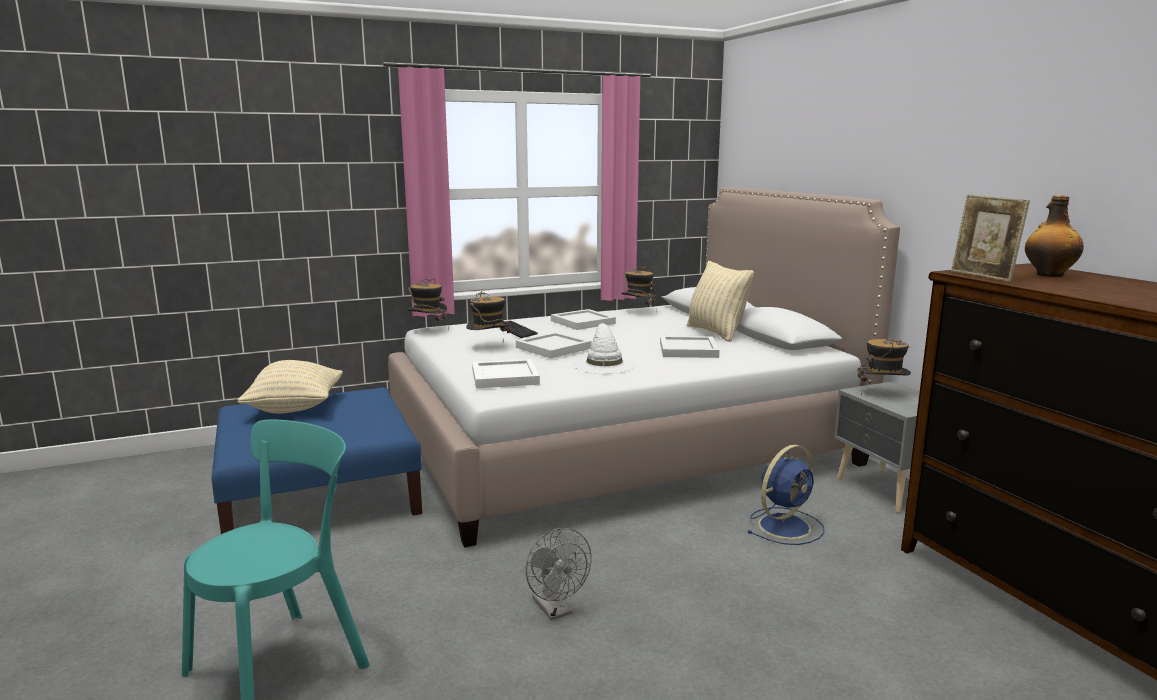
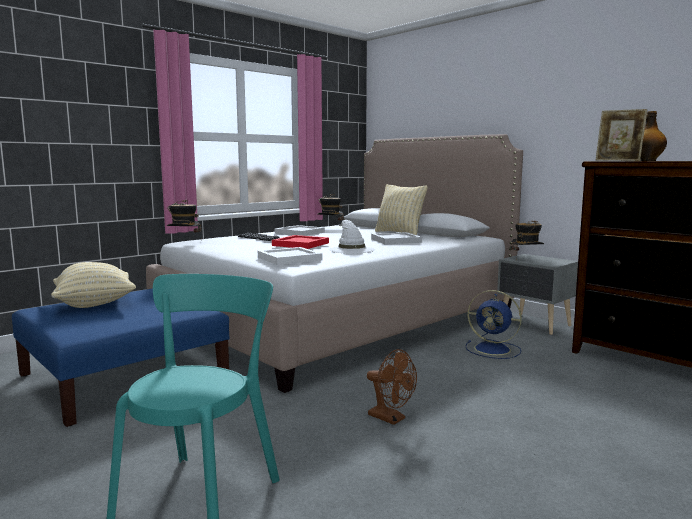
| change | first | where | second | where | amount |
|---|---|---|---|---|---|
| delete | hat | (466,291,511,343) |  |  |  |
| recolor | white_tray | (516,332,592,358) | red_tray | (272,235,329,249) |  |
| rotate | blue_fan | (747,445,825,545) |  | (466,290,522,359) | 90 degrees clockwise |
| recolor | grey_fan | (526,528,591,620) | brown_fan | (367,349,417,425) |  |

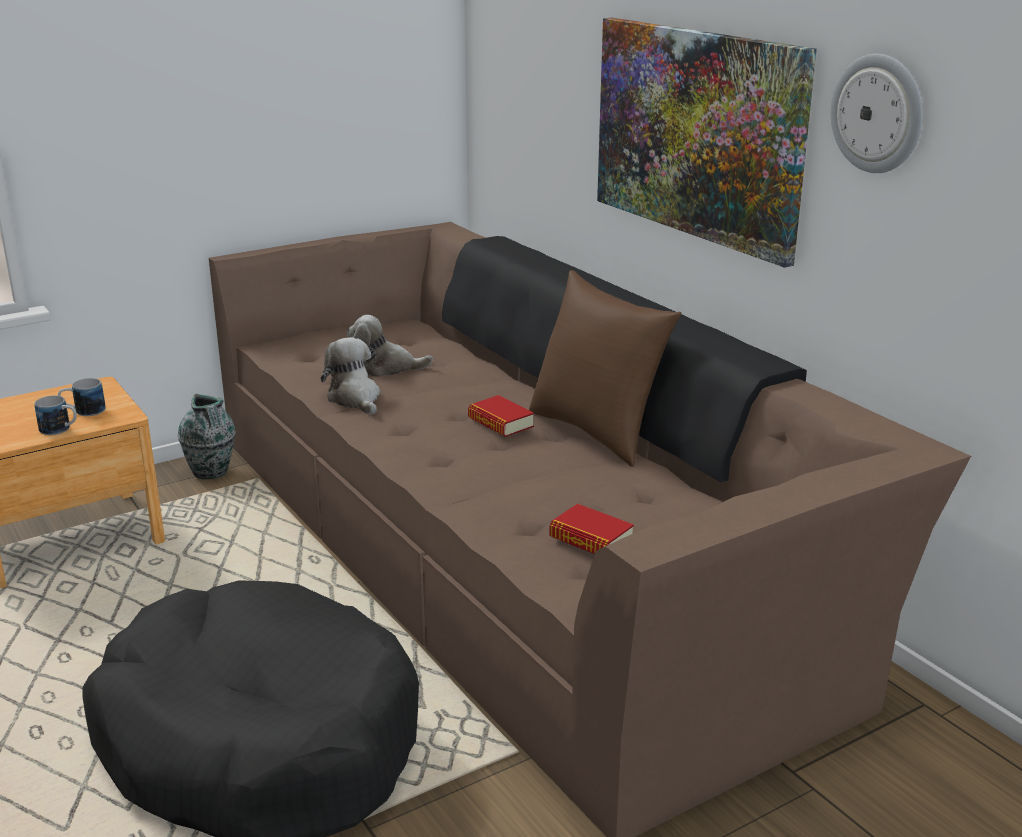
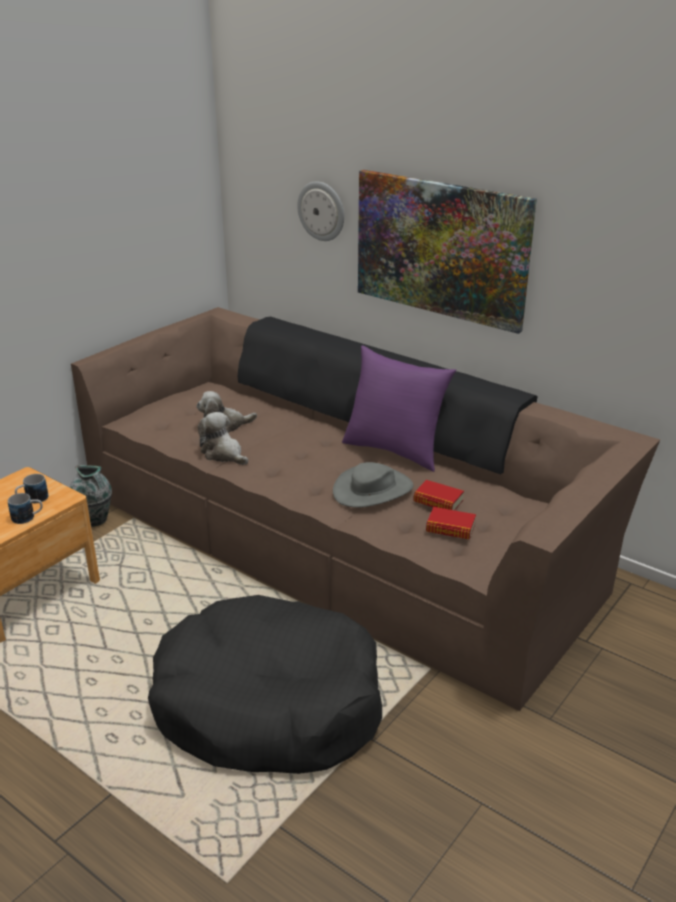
| change | first | where | second | where | amount |
|---|---|---|---|---|---|
| move | wall_clock | (831,54,923,173) |  | (297,181,344,241) |  |
| recolor | brown_pillow | (529,270,682,467) | purple_pillow | (342,345,456,472) |  |
| move | book | (468,395,534,437) |  | (413,480,464,510) |  |
| insert |  |  | grey_hat | (333,462,414,507) |  |

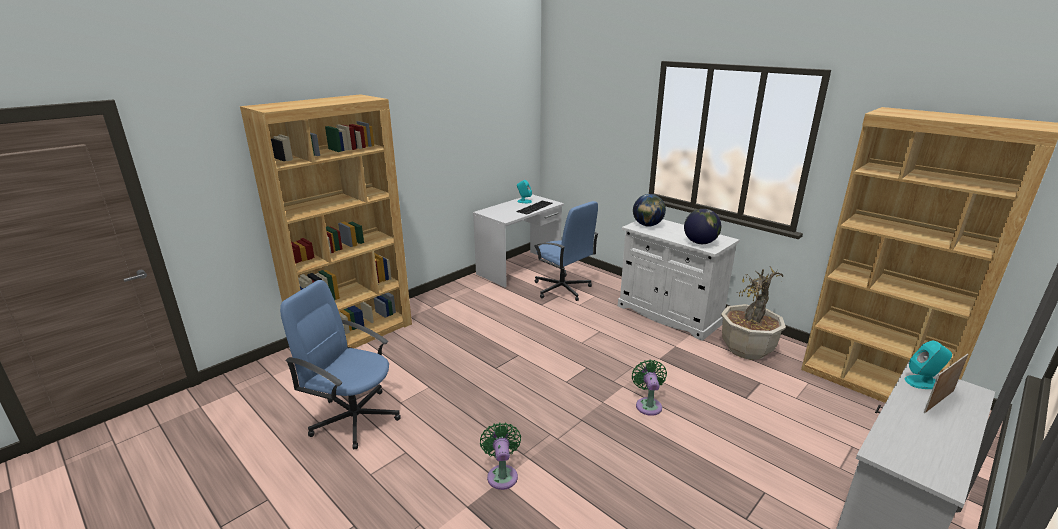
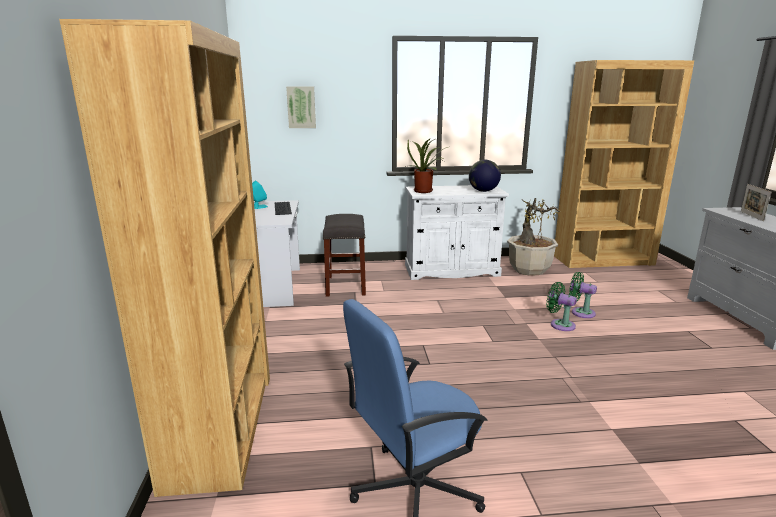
| change | first | where | second | where | amount |
|---|---|---|---|---|---|
| replace | globe | (633,194,666,227) | potted_plant | (405,138,448,193) |  |
| replace | blue_office_chair | (534,201,599,301) | grey_stool | (323,214,366,297) |  |
| delete | turquoise_speaker | (904,341,952,389) |  |  |  |
| move | green_fan | (480,422,521,490) |  | (569,272,597,318) |  |
| insert |  |  | picture | (286,86,316,128) |  |

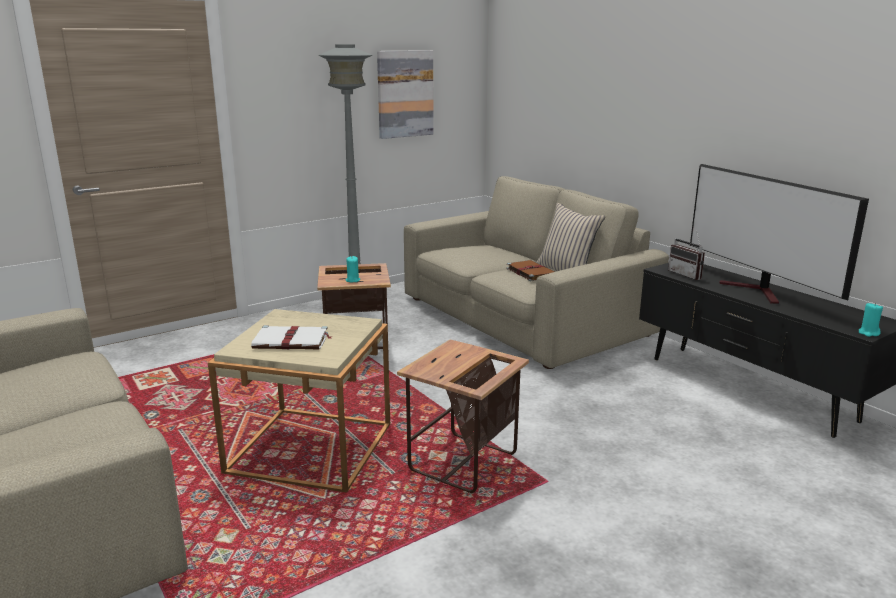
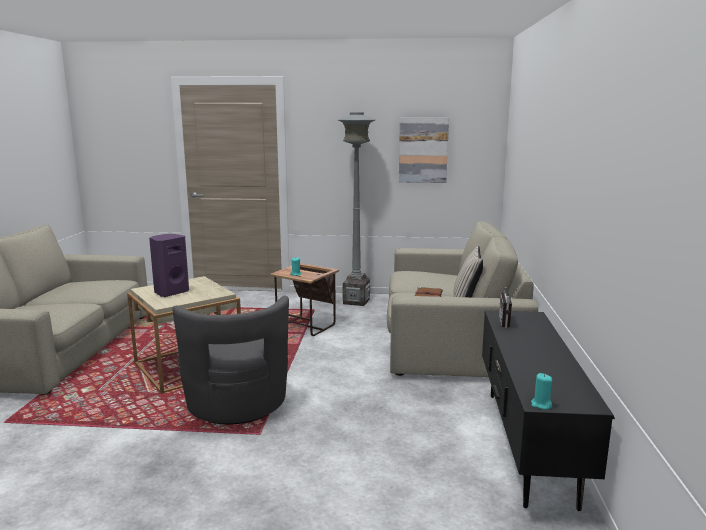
| change | first | where | second | where | amount |
|---|---|---|---|---|---|
| delete | television | (690,164,869,304) |  |  |  |
| replace | white_book | (251,325,331,350) | purple_speaker | (149,234,189,297) |  |
| replace | side_table | (397,339,529,493) | grey_armchair | (173,296,289,425) |  |

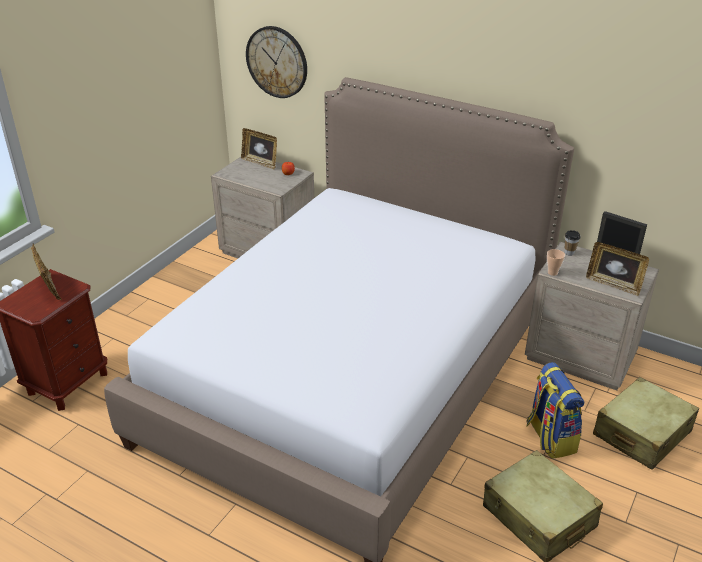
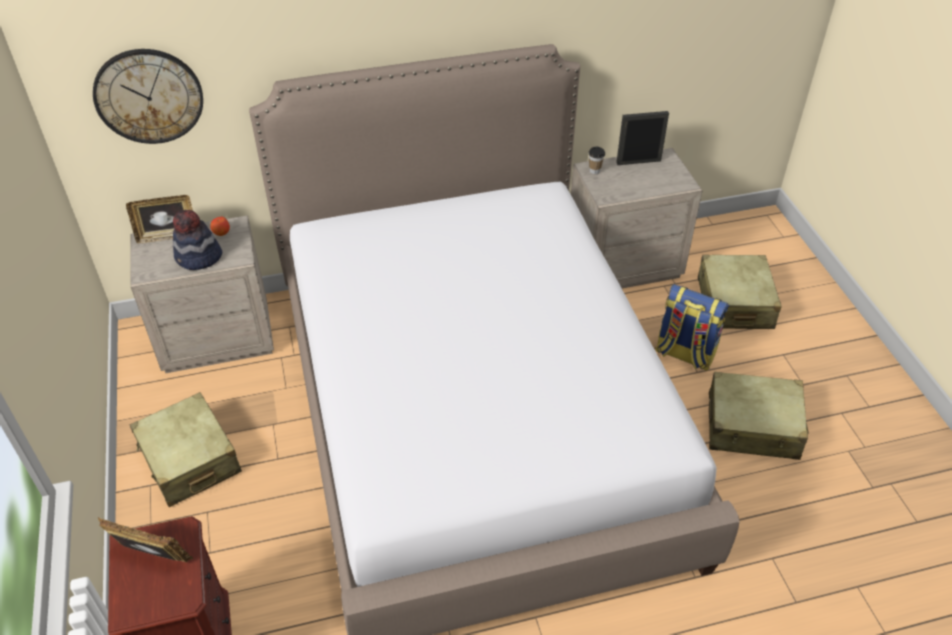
| change | first | where | second | where | amount |
|---|---|---|---|---|---|
| delete | picture_frame | (586,242,649,296) |  |  |  |
| delete | cup | (547,249,565,276) |  |  |  |
| insert |  |  | hat | (173,210,222,270) |  |
| insert |  |  | beige_suitcase | (130,392,242,507) |  |

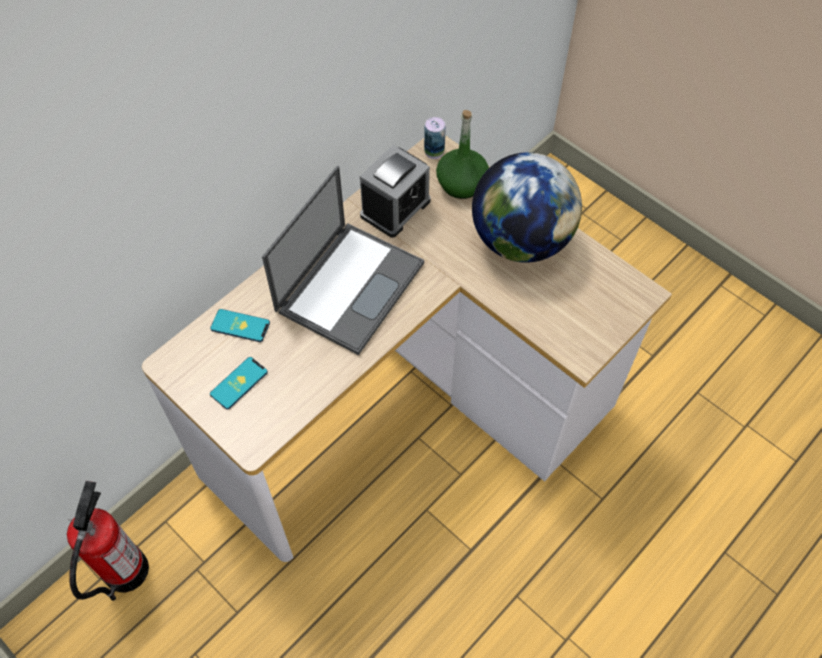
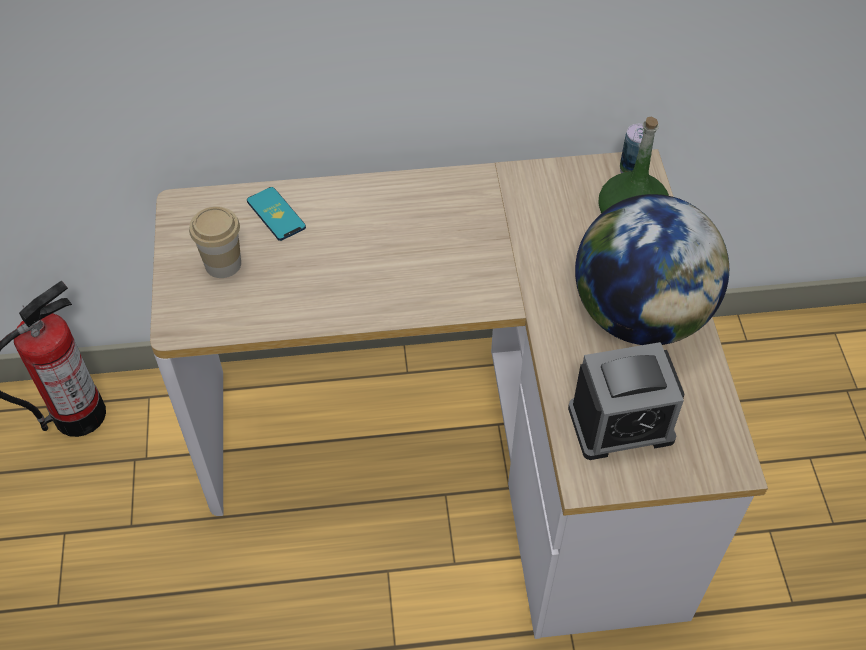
| change | first | where | second | where | amount |
|---|---|---|---|---|---|
| move | alarm_clock | (360,145,431,238) |  | (568,342,684,460) |  |
| delete | laptop | (262,166,424,355) |  |  |  |
| replace | phone | (210,357,268,409) | cup | (189,206,241,278) |  |

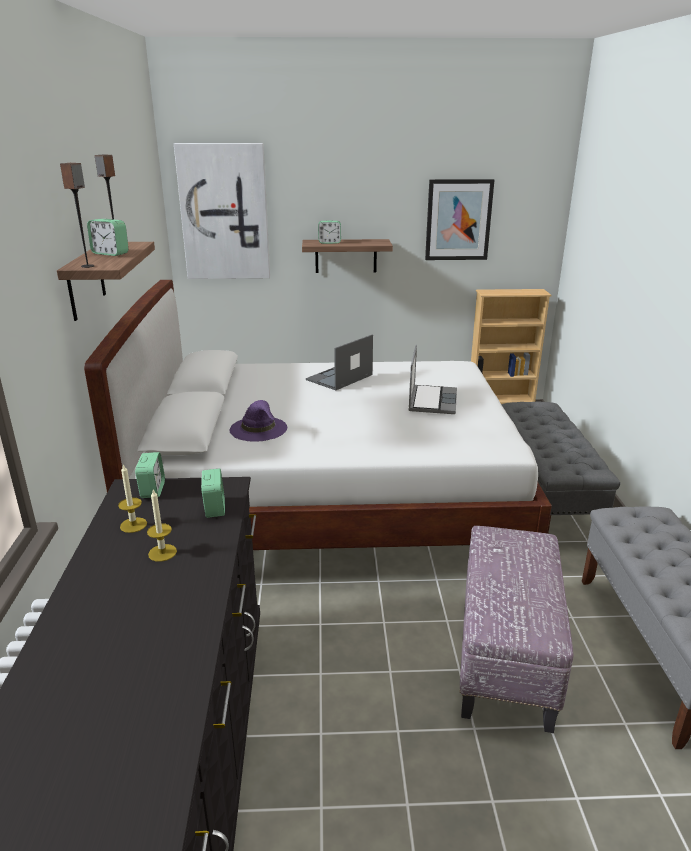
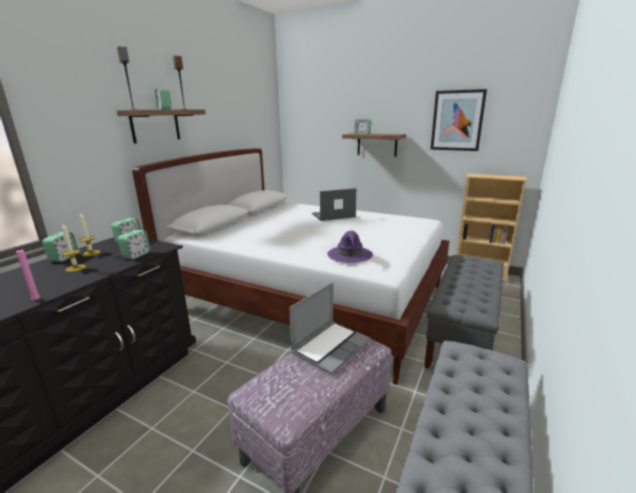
| change | first | where | second | where | amount |
|---|---|---|---|---|---|
| delete | picture | (174,143,270,279) |  |  |  |
| move | laptop | (409,344,457,414) |  | (289,282,371,375) |  |
| move | purple_hat | (229,400,287,442) |  | (327,231,373,263) |  |
| insert |  |  | alarm_clock | (42,232,78,262) |  |
| insert |  |  | pink_candle | (13,247,40,300) |  |

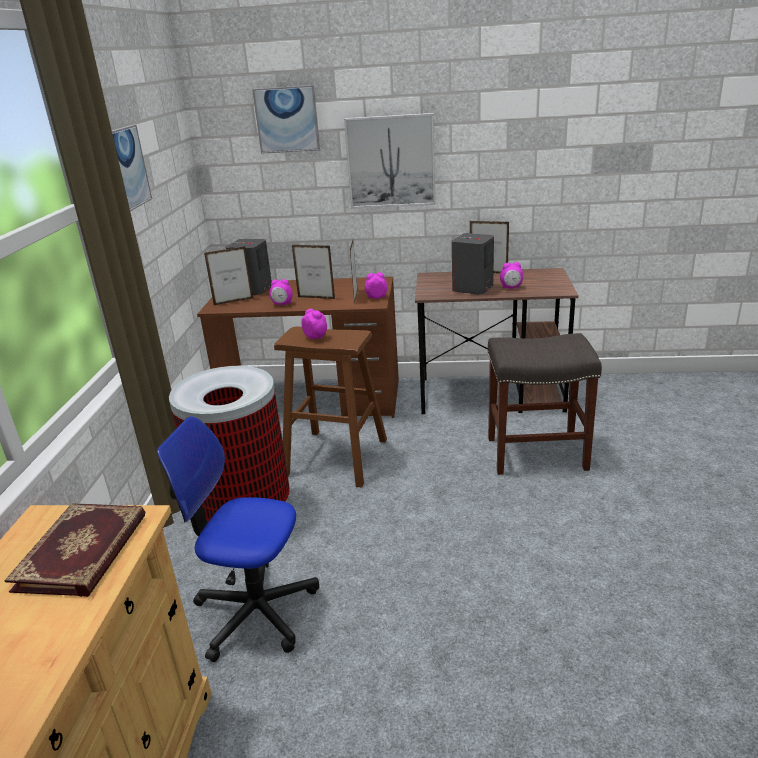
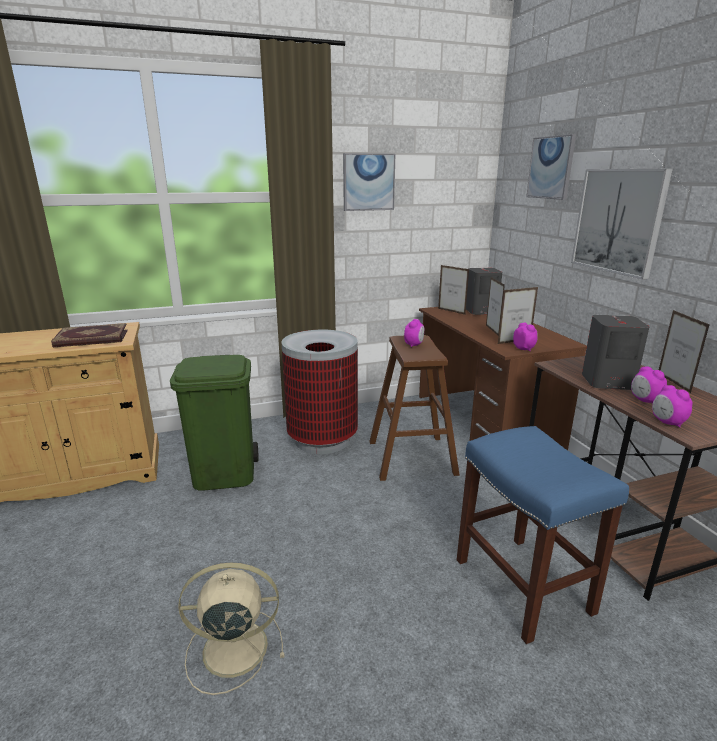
| change | first | where | second | where | amount |
|---|---|---|---|---|---|
| move | alarm_clock | (270,279,293,305) |  | (652,385,693,428) |  |
| recolor | grey_stool | (488,333,602,475) | blue_stool | (457,426,629,644) |  |
| replace | office_chair | (157,416,319,662) | green_trash_can | (170,355,259,491) |  |
| insert |  |  | beige_fan | (178,563,284,695) |  |

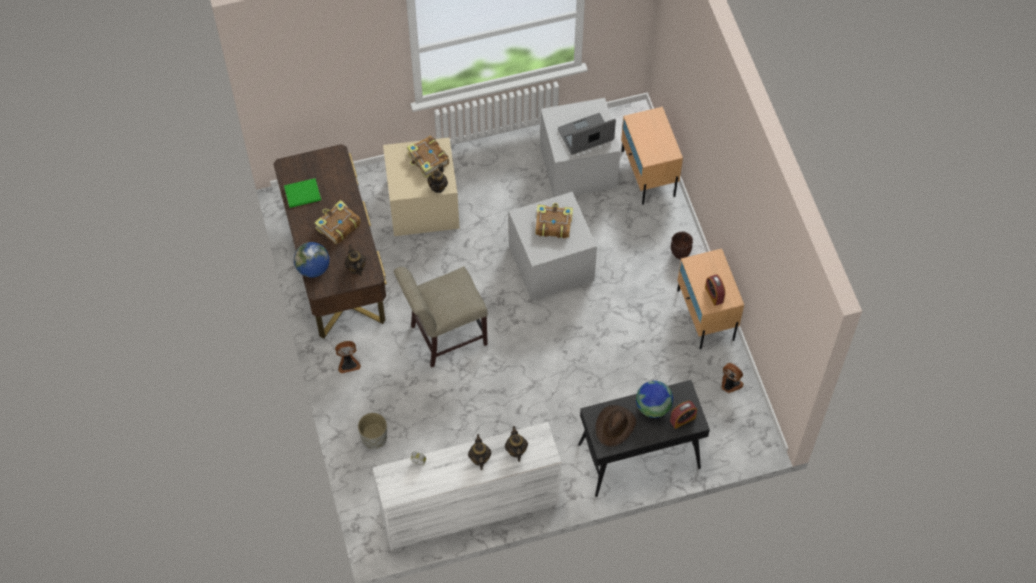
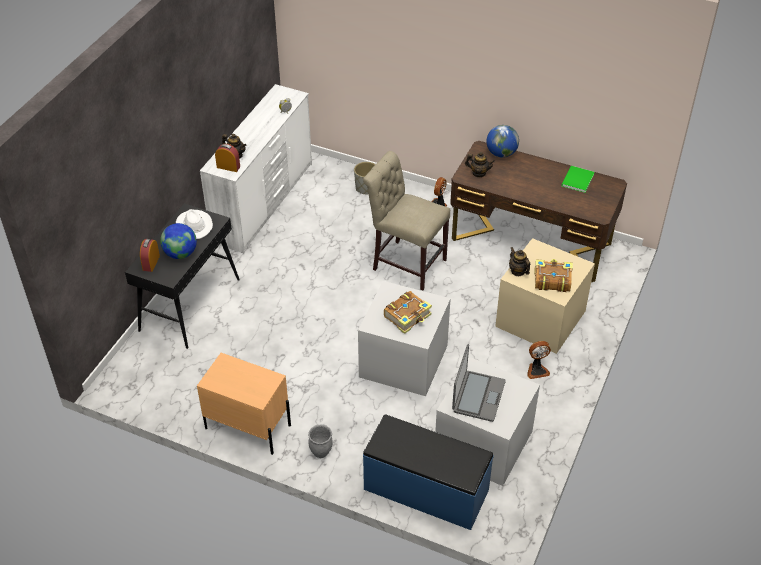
| change | first | where | second | where | amount |
|---|---|---|---|---|---|
| replace | beige_nightstand | (621,107,683,205) | blue_bench | (363,414,494,530) |  |
| delete | book | (314,200,361,244) |  |  |  |
| recolor | brown_planter | (671,231,693,259) | grey_planter | (308,424,333,458) |  |
| rotate | beige_chair | (394,266,488,368) |  | (363,151,450,290) | 75 degrees counterclockwise |
| move | alarm_clock | (705,274,725,306) |  | (215,144,240,172) |  |
| move | fan | (721,363,744,393) |  | (527,341,551,379) |  |
| recolor | brown_hat | (596,405,636,446) | white_hat | (176,209,213,239) |  |
| delete | teapot | (468,434,492,470) |  |  |  |

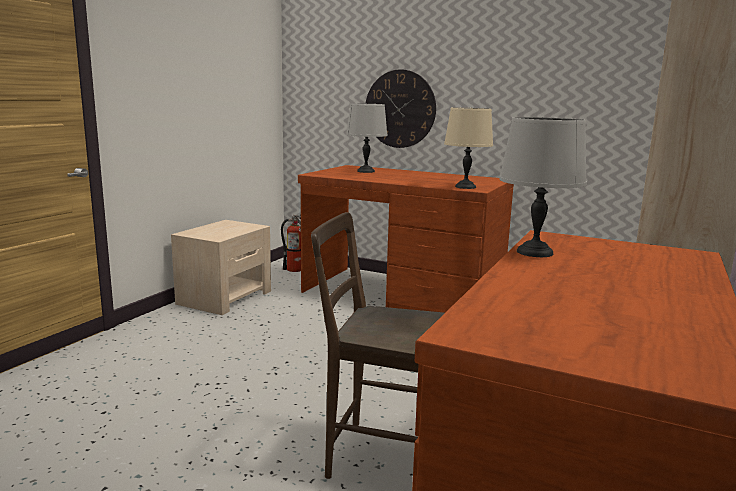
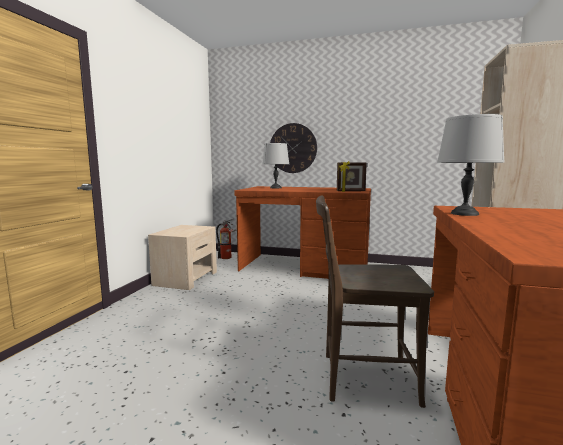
| change | first | where | second | where | amount |
|---|---|---|---|---|---|
| replace | beige_table_lamp | (444,108,493,189) | picture_frame | (337,161,367,192) |  |

